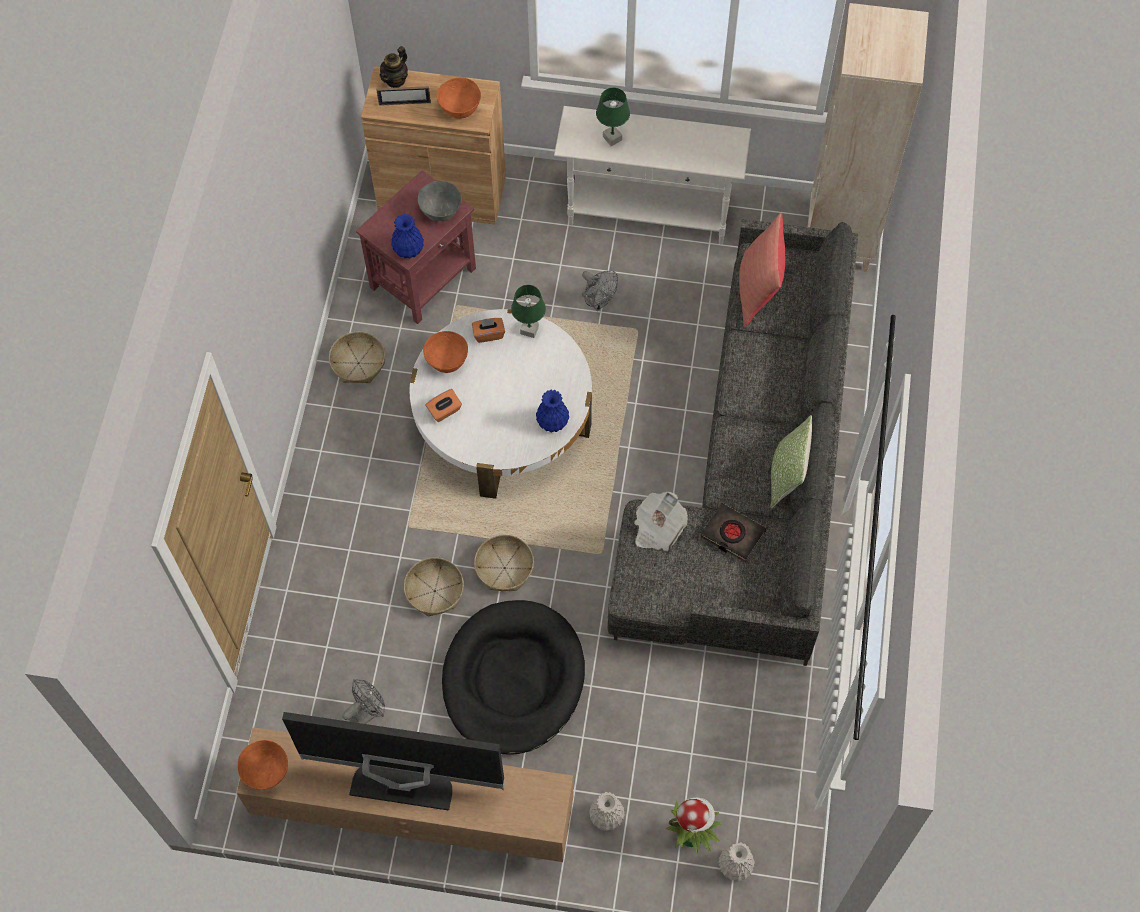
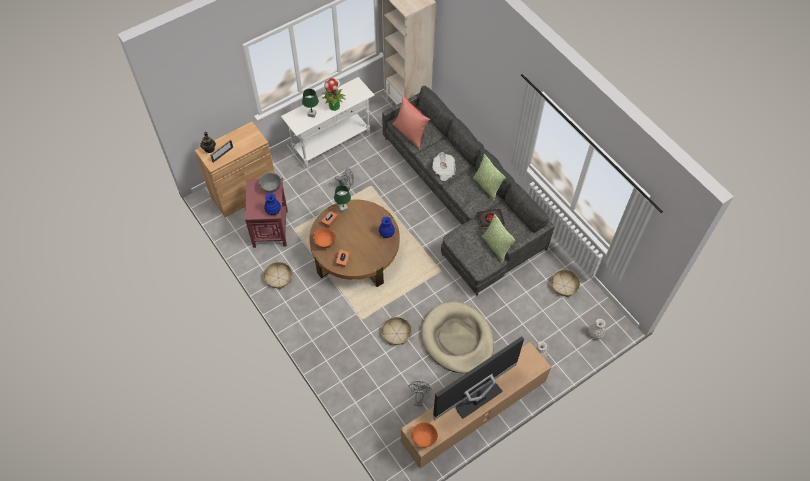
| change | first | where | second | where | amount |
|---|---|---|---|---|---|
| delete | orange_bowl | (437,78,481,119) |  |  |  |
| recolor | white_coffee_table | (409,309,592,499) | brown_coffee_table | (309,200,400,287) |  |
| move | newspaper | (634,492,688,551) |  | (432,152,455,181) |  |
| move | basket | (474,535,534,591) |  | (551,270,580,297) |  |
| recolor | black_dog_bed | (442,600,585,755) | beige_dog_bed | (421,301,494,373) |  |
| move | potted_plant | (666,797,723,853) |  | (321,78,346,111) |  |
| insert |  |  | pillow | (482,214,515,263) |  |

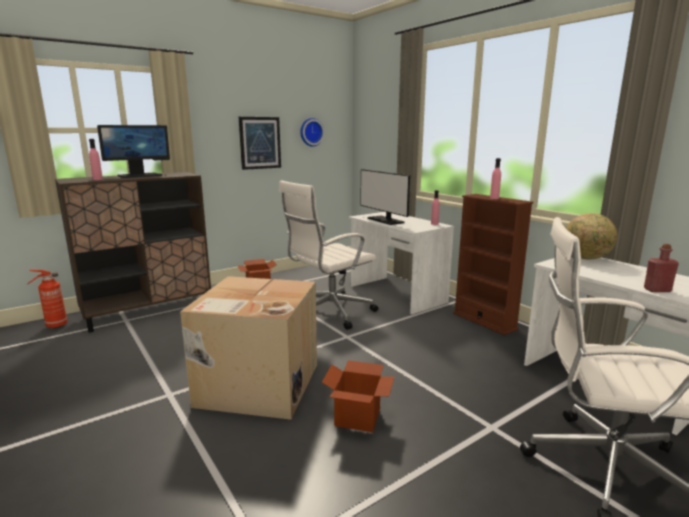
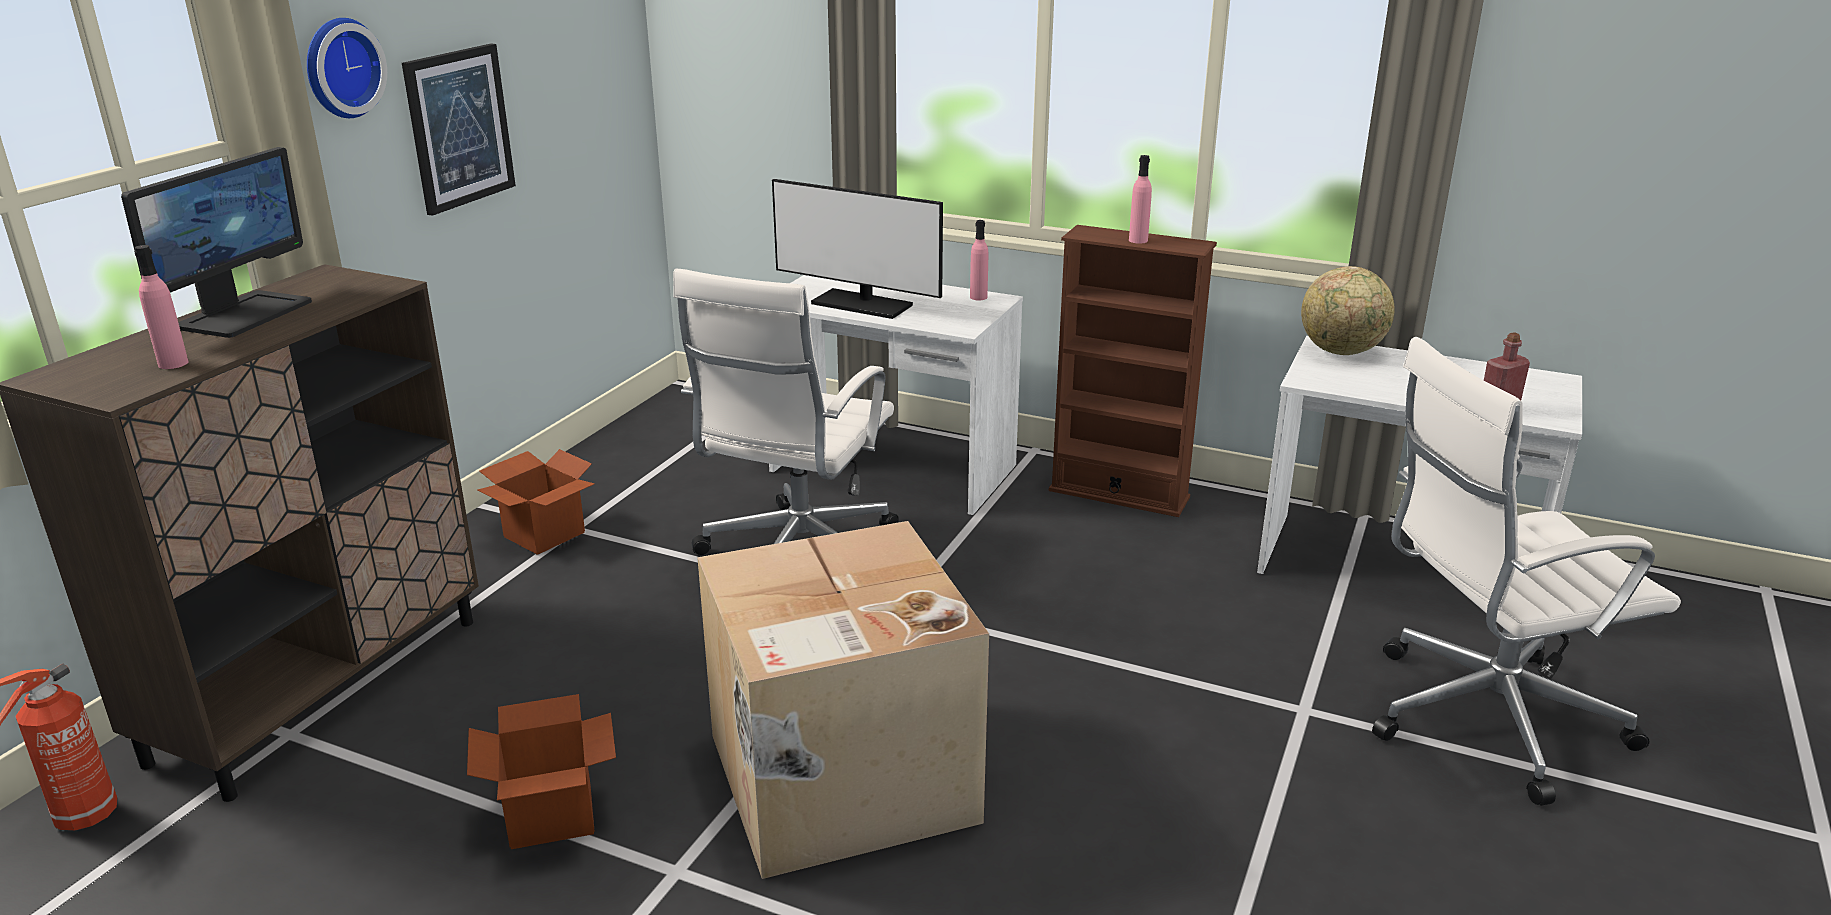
| change | first | where | second | where | amount |
|---|---|---|---|---|---|
| move | wall_clock | (300,118,324,147) |  | (307,18,387,118) |  |
| move | cardboard_box | (322,360,394,432) |  | (467,694,616,849) |  |

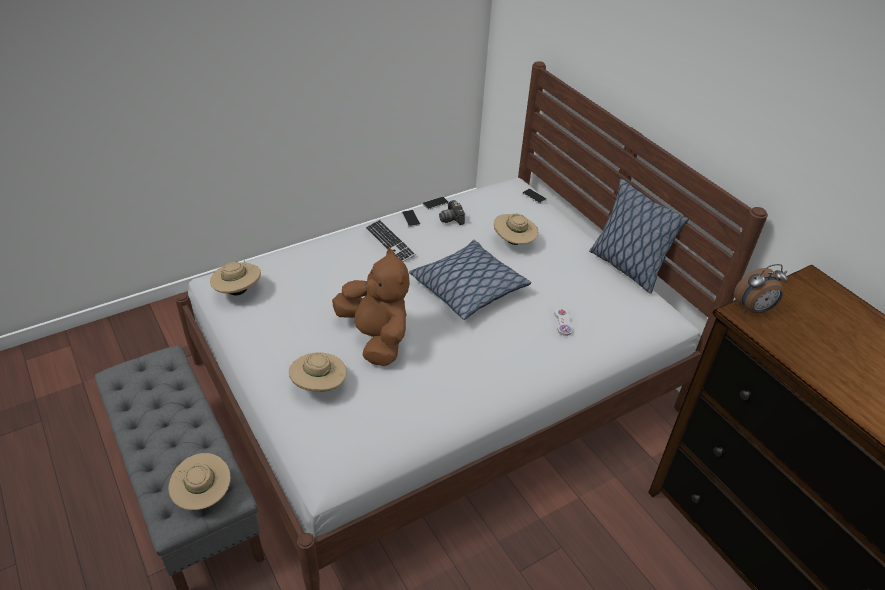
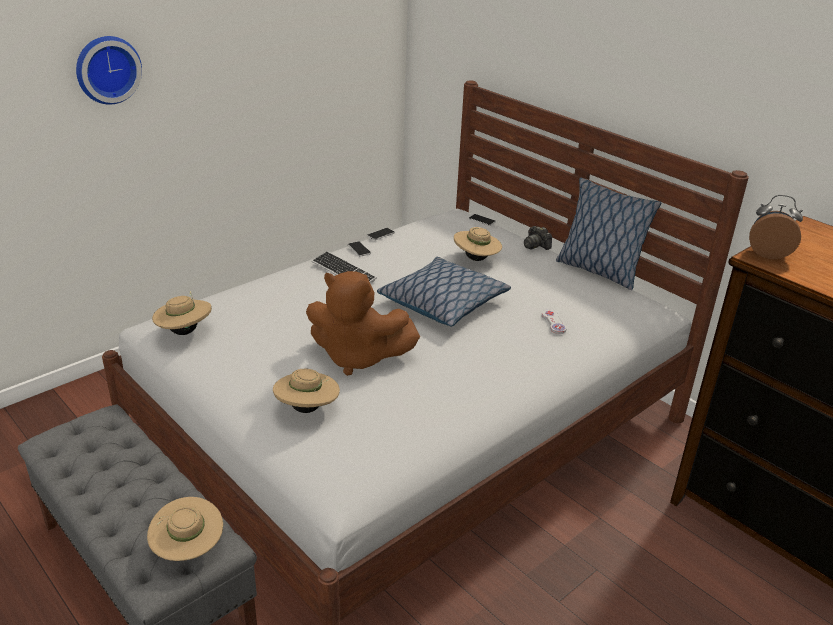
| change | first | where | second | where | amount |
|---|---|---|---|---|---|
| move | photo_camera | (439,200,465,225) |  | (524,226,552,250) |  |
| rotate | brown_plush_toy | (332,248,410,366) |  | (306,271,420,376) | 150 degrees clockwise |
| rotate | alarm_clock | (734,264,788,313) |  | (749,195,803,259) | 135 degrees counterclockwise |
| insert |  |  | wall_clock | (76,36,142,105) |  |

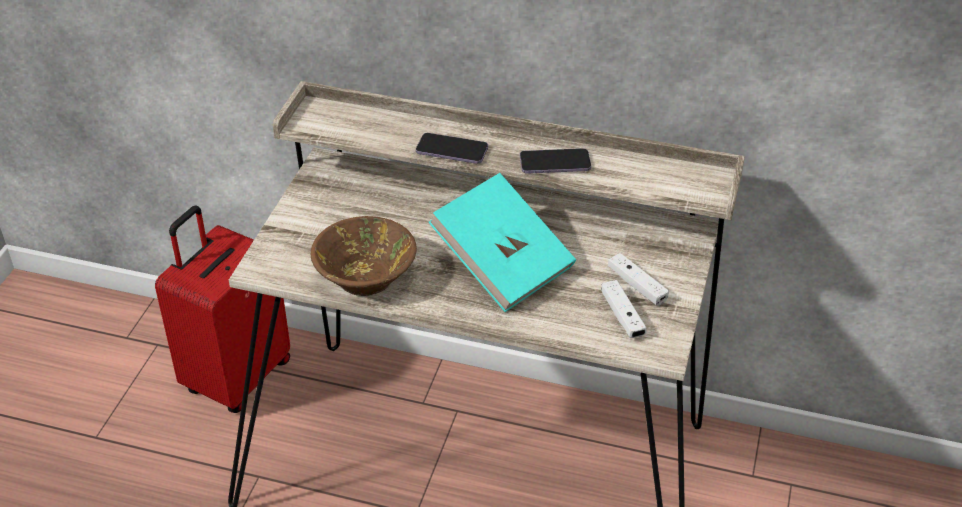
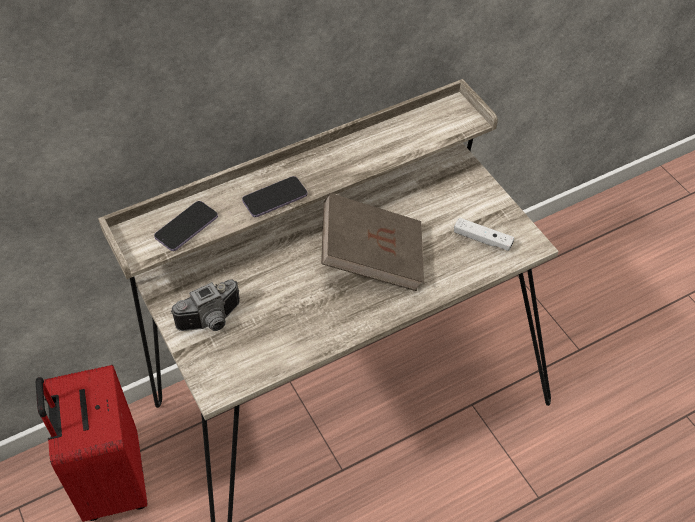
| change | first | where | second | where | amount |
|---|---|---|---|---|---|
| move | phone | (520,148,591,173) |  | (154,201,218,251) |  |
| recolor | turquoise_book | (428,173,576,312) | brown_book | (321,193,424,291) |  |
| delete | brown_bowl | (311,216,417,296) |  |  |  |
| delete | white_game_controller | (608,253,669,306) |  |  |  |
| insert |  |  | photo_camera | (171,279,240,331) |  |

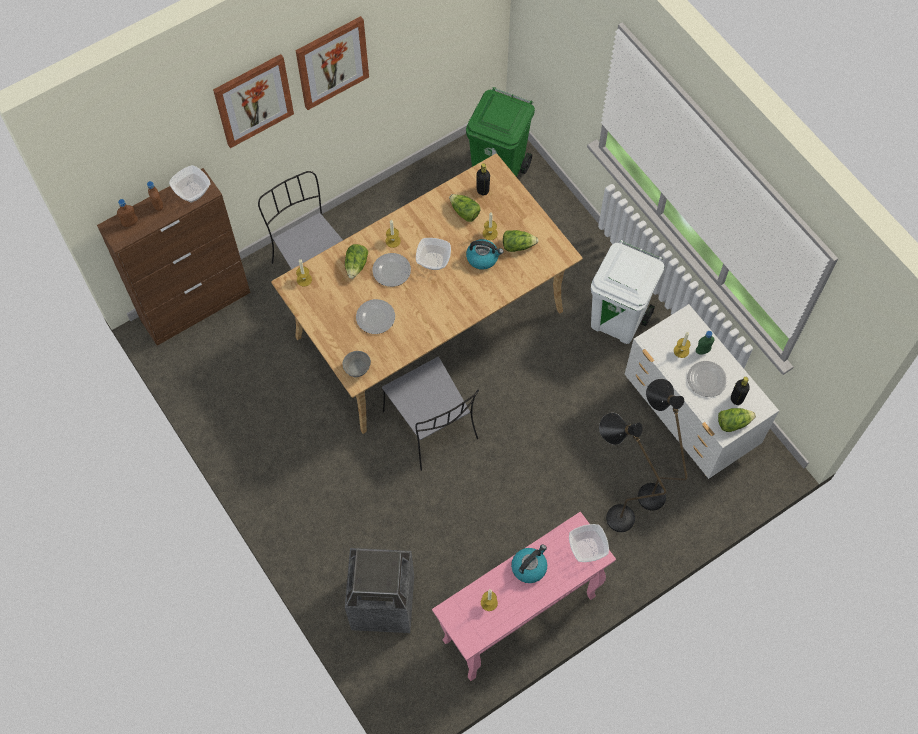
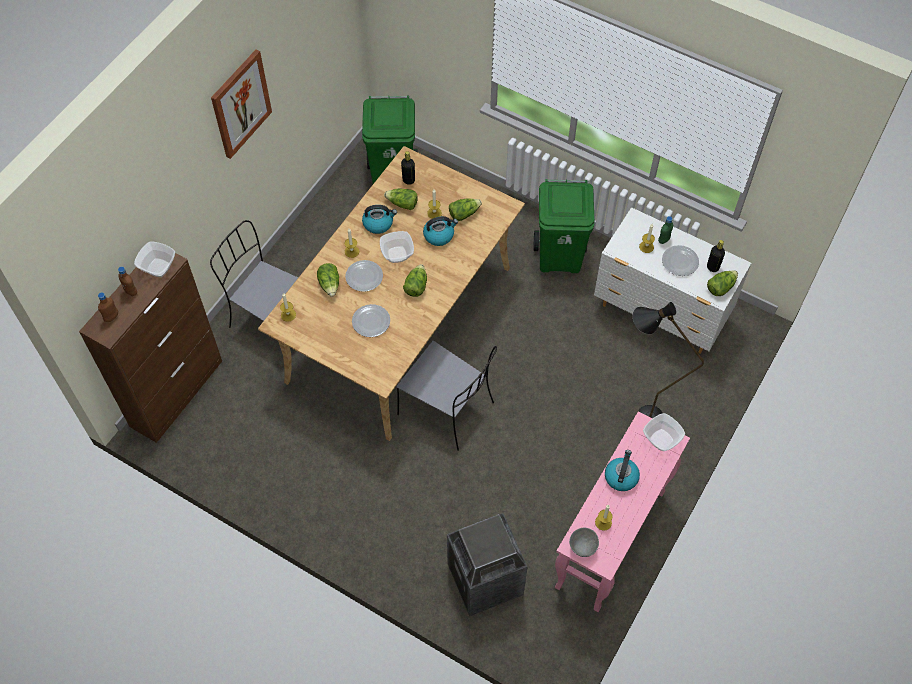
| change | first | where | second | where | amount |
|---|---|---|---|---|---|
| delete | picture | (213,54,294,148) |  |  |  |
| recolor | white_trash_can | (591,240,664,344) | green_trash_can | (534,179,594,273) |  |
| move | grey_bowl | (343,351,371,377) |  | (569,528,599,557) |  |
| delete | black_floor_lamp | (638,379,688,511) |  |  |  |
| insert |  |  | kettle | (362,205,397,234) |  |
| insert |  |  | lettuce | (403,264,427,297) |  |

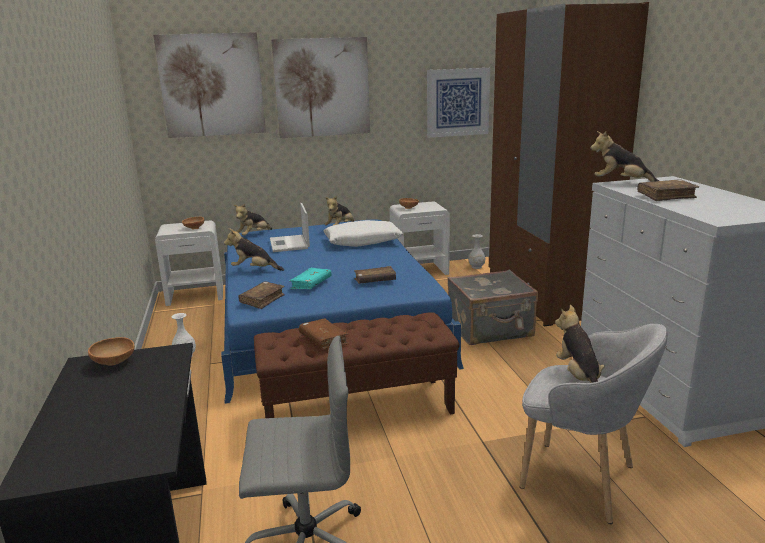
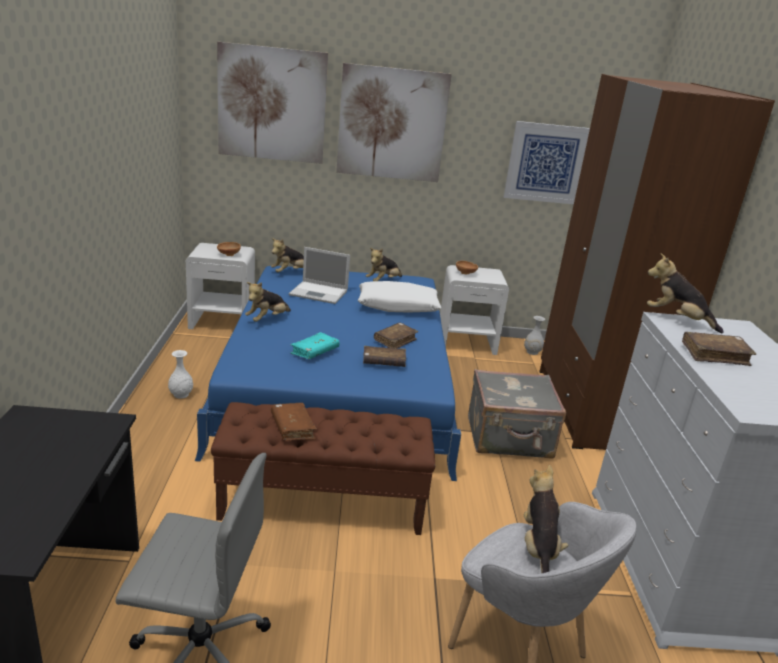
| change | first | where | second | where | amount |
|---|---|---|---|---|---|
| rotate | laptop | (270,203,310,252) |  | (289,247,350,304) | 75 degrees counterclockwise |
| rotate | plush_toy | (224,228,284,271) |  | (245,282,291,322) | 75 degrees counterclockwise |
| move | brown_book | (238,282,285,309) |  | (374,322,418,348) |  |
| delete | brown_bowl | (88,337,135,366) |  |  |  |

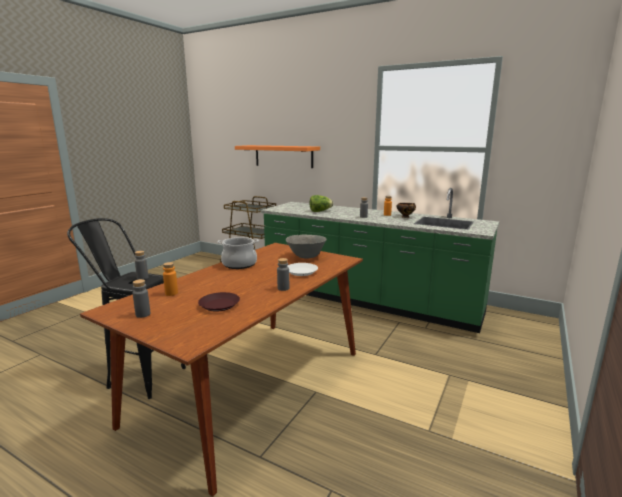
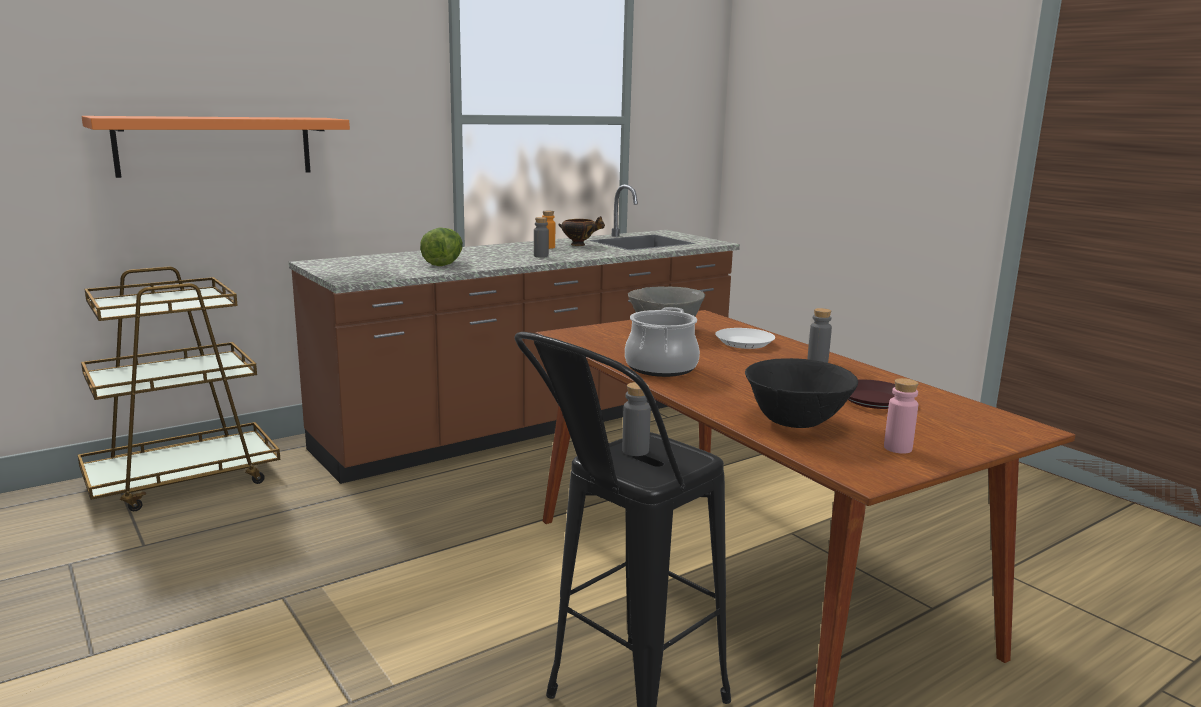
| change | first | where | second | where | amount |
|---|---|---|---|---|---|
| recolor | green_counter | (261,188,500,333) | brown_counter | (289,184,740,484) |  |
| replace | orange_bottle | (163,262,178,296) | black_bowl | (745,358,858,428) |  |
| recolor | grey_bottle | (133,279,151,318) | pink_bottle | (884,378,918,454) |  |

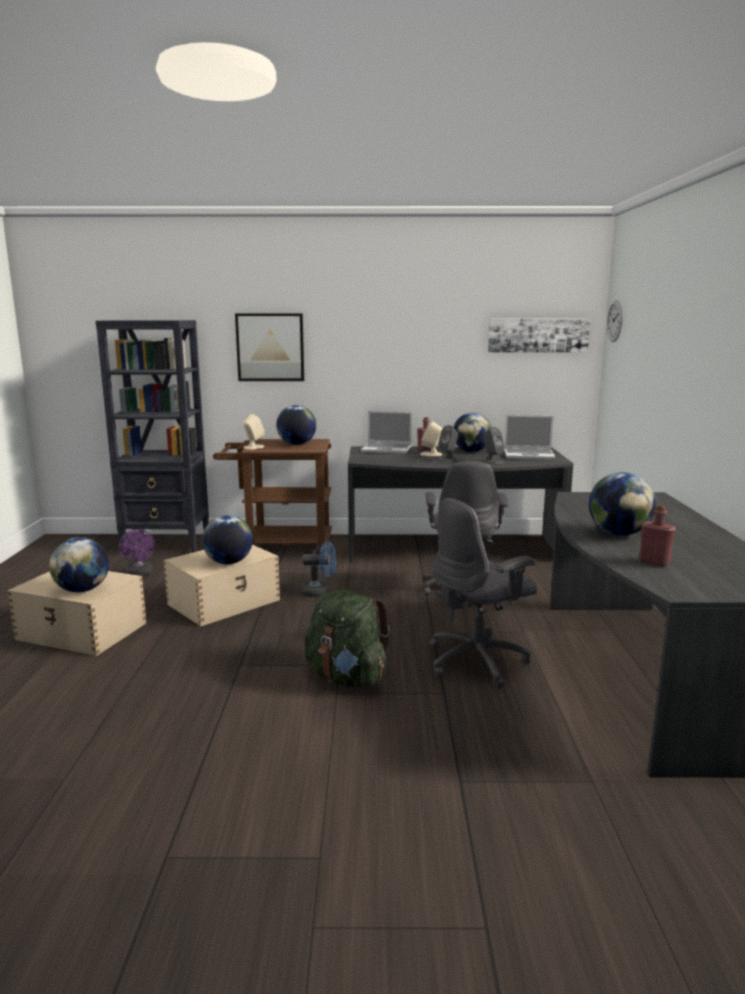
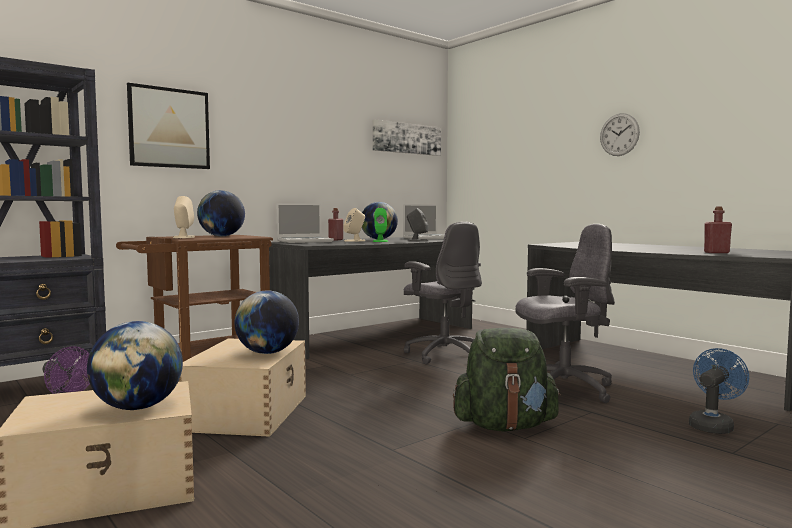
| change | first | where | second | where | amount |
|---|---|---|---|---|---|
| move | wall_clock | (607,300,623,342) |  | (600,113,640,156) |  |
| recolor | grey_speaker | (438,425,458,462) | green_speaker | (373,208,388,242) |  |
| delete | globe | (589,472,656,536) |  |  |  |
| rotate | grey_office_chair | (429,498,537,689) |  | (516,224,615,403) | 120 degrees counterclockwise |
| move | blue_fan | (301,541,337,597) |  | (689,348,749,434) |  |

